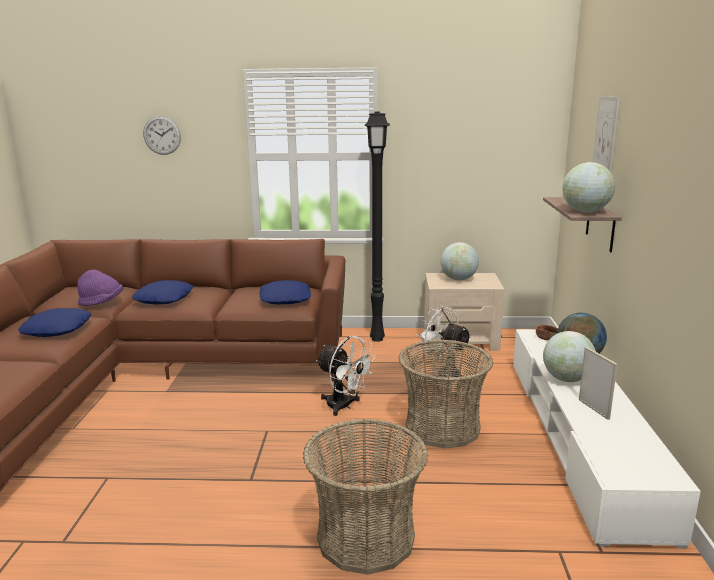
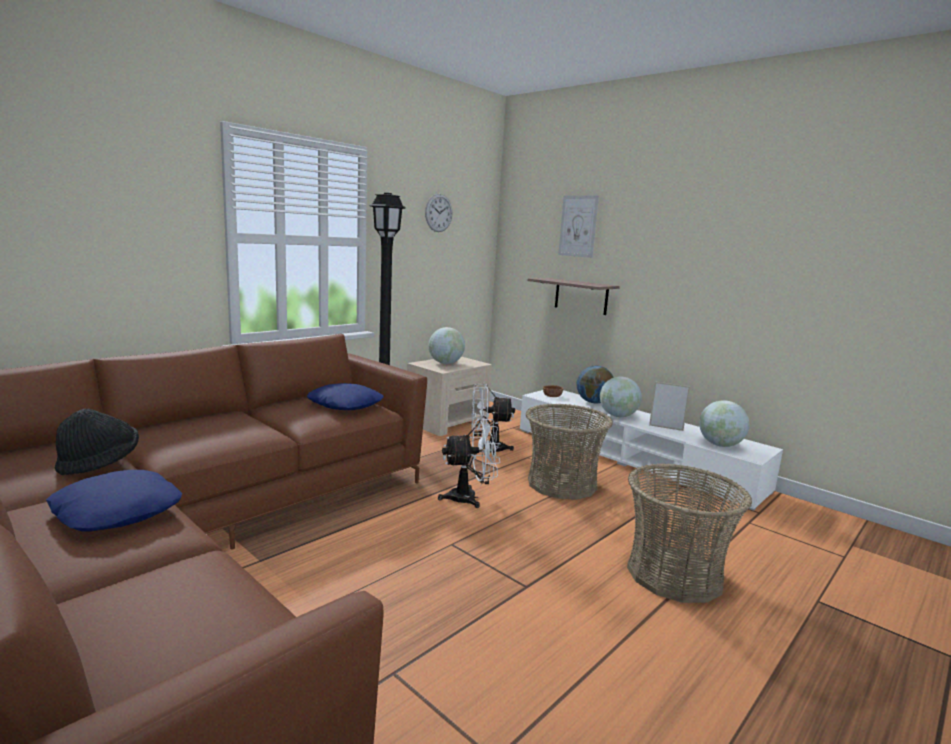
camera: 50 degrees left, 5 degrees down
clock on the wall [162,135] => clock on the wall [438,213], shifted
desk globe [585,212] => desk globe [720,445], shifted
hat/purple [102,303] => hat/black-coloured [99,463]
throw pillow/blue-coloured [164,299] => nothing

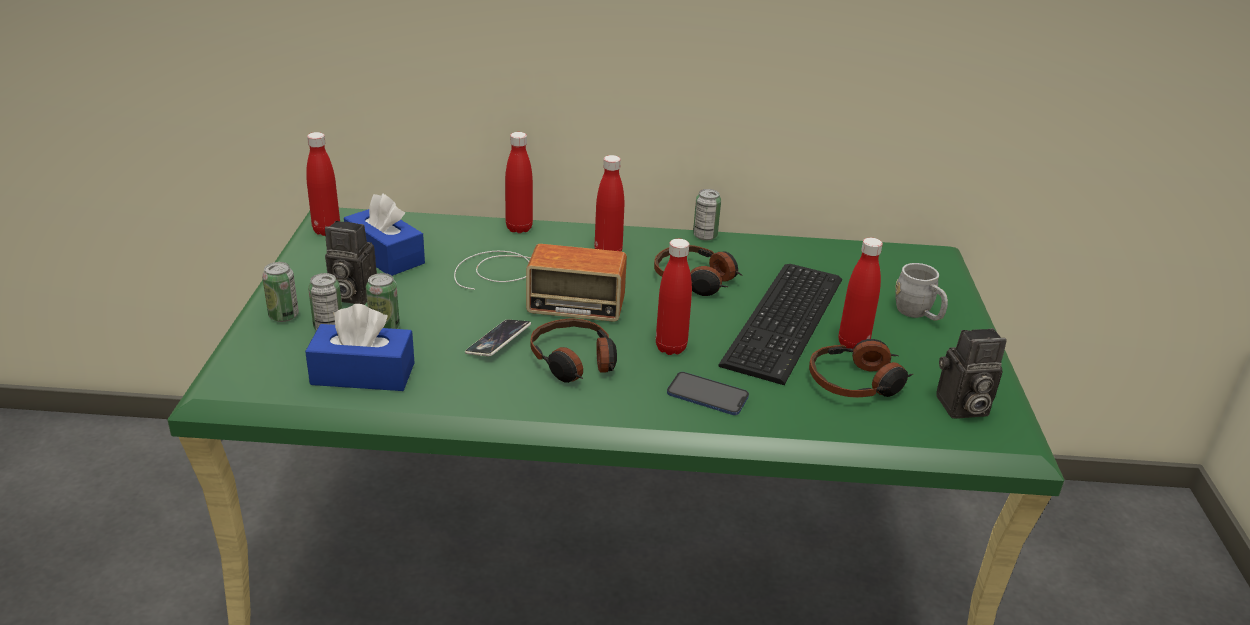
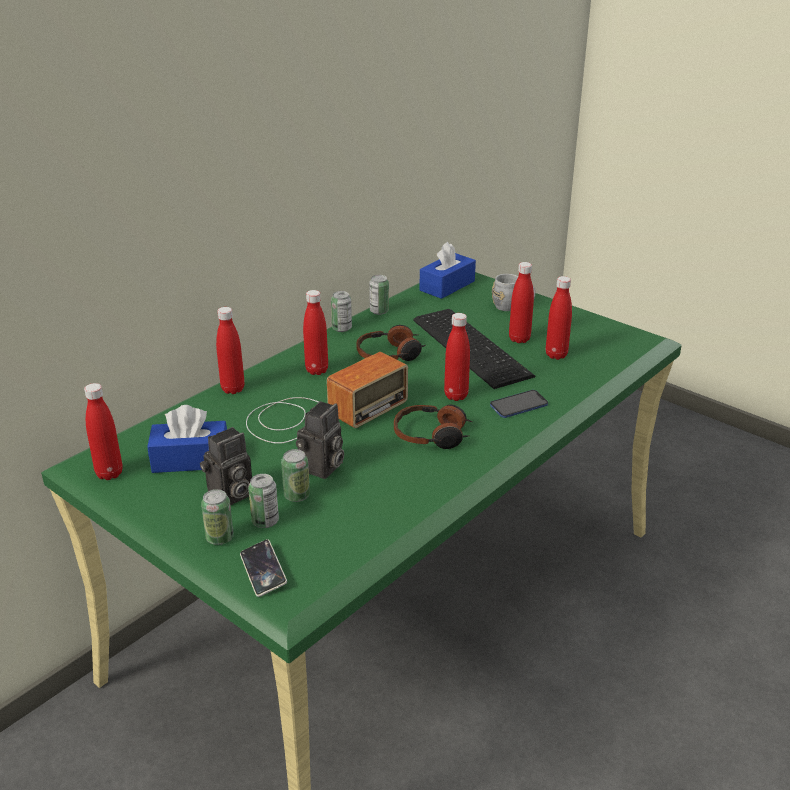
camera: 50 degrees left, 0 degrees up
tissue holder/blue-coloured [363,374] => tissue holder/blue-coloured [447,286], shifted
phone [498,342] => phone [263,571], shifted
photo camera [961,407] => photo camera [322,468], shifted
headphones [857,383] => drink bottle/reddish [556,355]
nothing => sealed can [379,311]

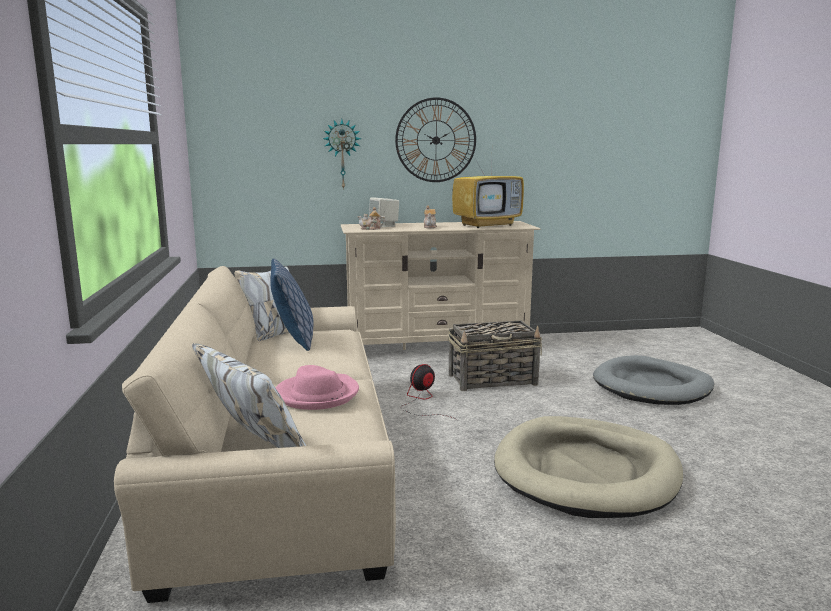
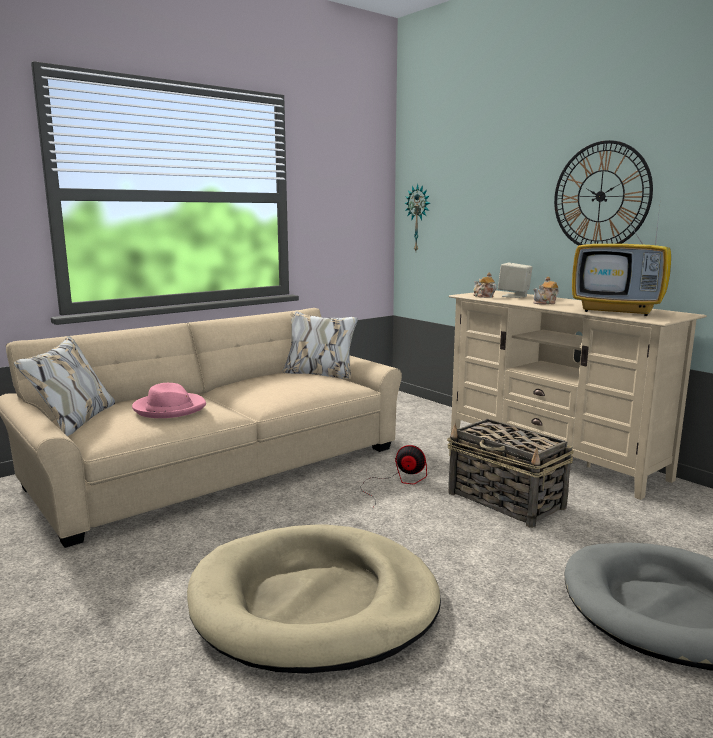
camera: 60 degrees right, 0 degrees up
clock on the wall [342,154] => clock on the wall [418,218], shifted
throw pillow [293,340] => nothing

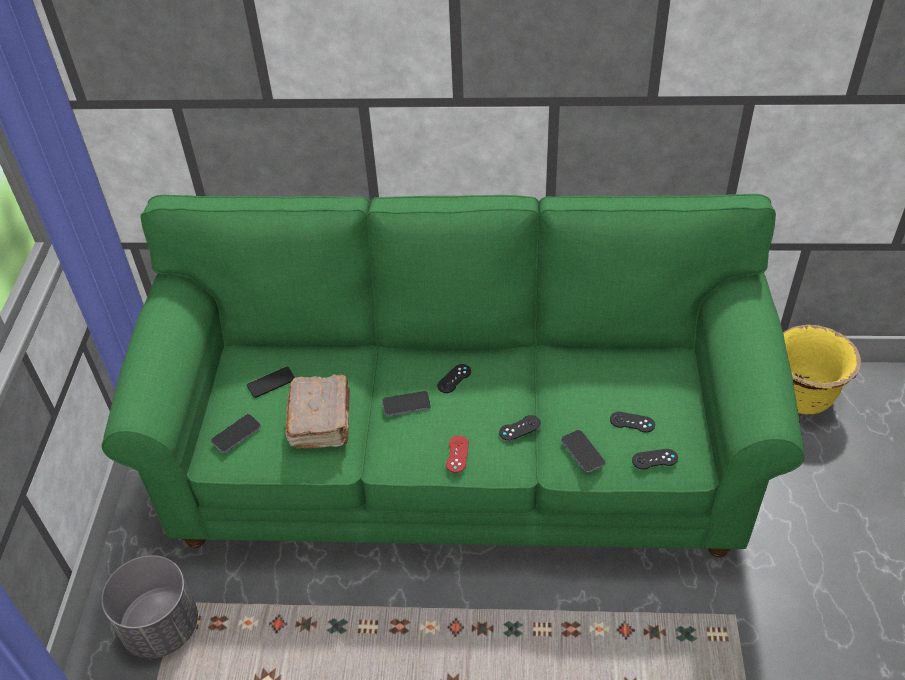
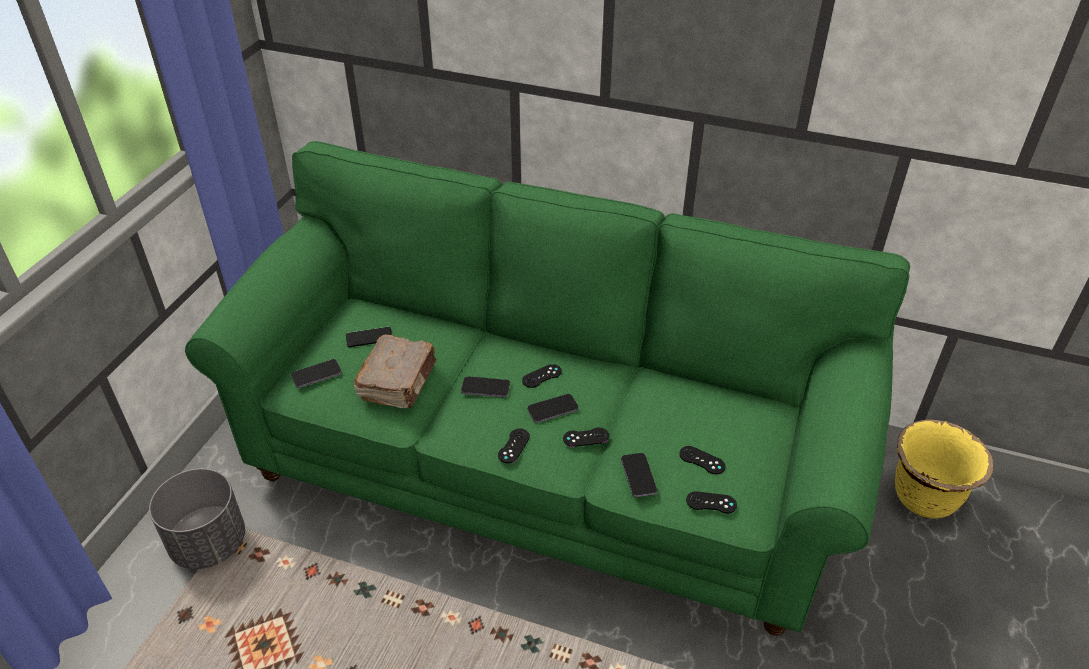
camera: 15 degrees right, 5 degrees down
game controller/reddish [457,454] => game controller/black-coloured [514,446]
nothing => phone [552,409]

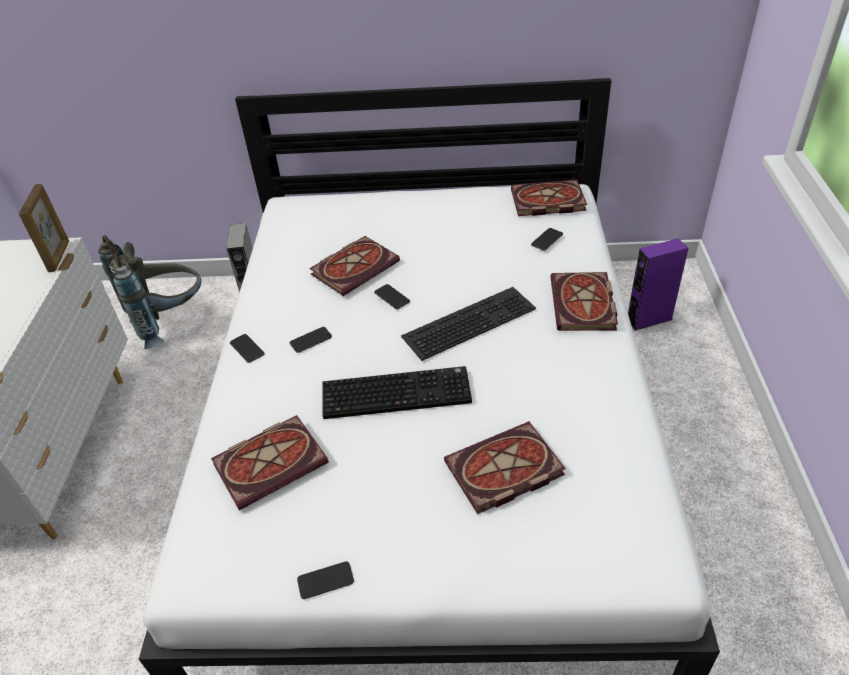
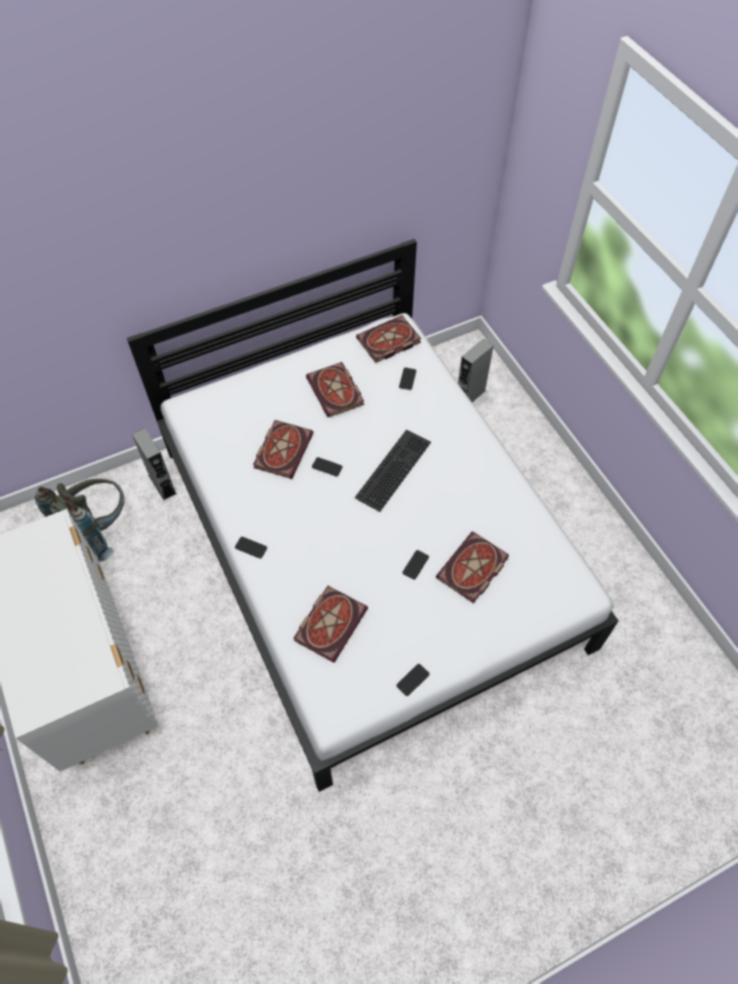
camera: 30 degrees left, 15 degrees up
picture frame [59,256] => nothing
loudspeaker/purple [649,319] => loudspeaker/grey [470,396]
book [584,306] => book [337,392], shifted
phone [311,340] => phone [415,565], shifted
PC keyboard [397,392] => nothing

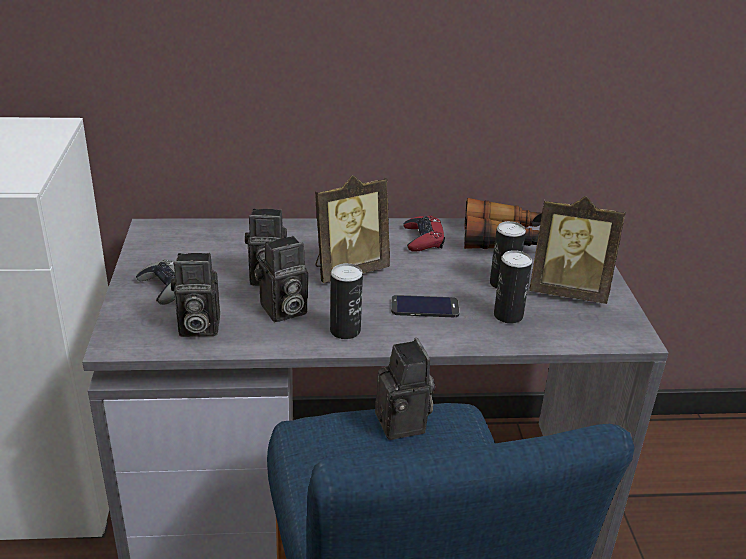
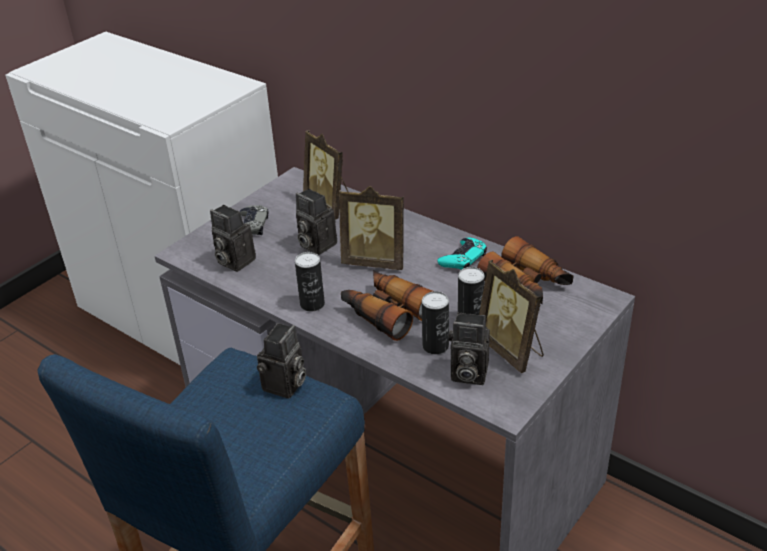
camera: 45 degrees right, 5 degrees up
game controller/reddish [423,239] => game controller/blue-green [463,259]
photo camera [282,311] => photo camera [467,374], shifted
phone [424,307] => pair of binoculars [386,312]
nothing => picture frame [331,205]

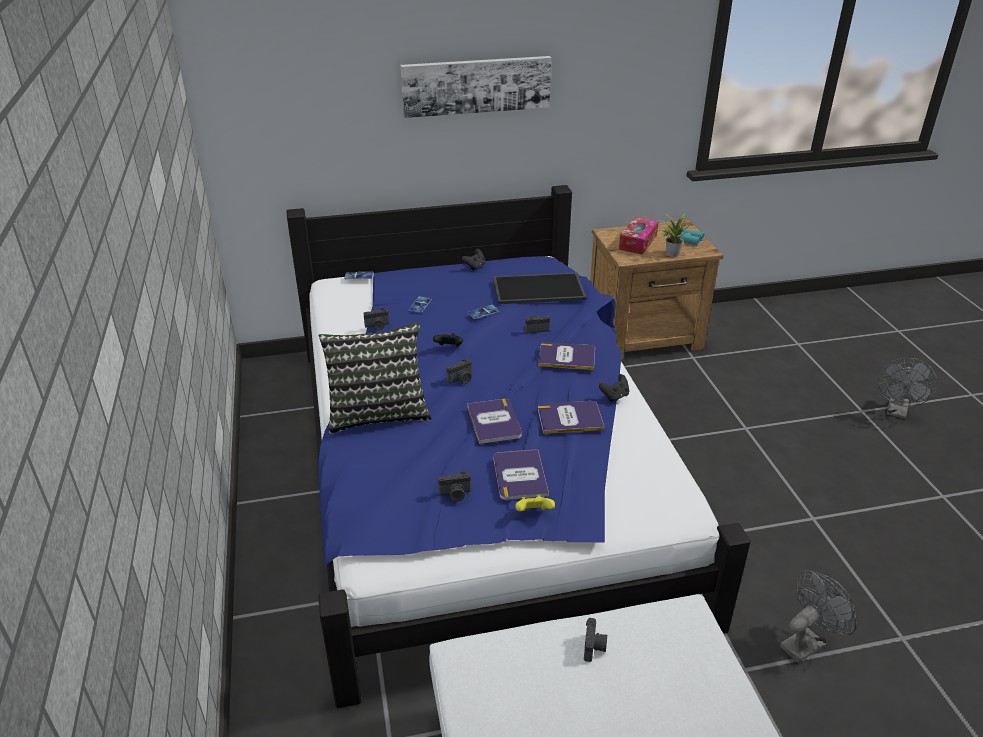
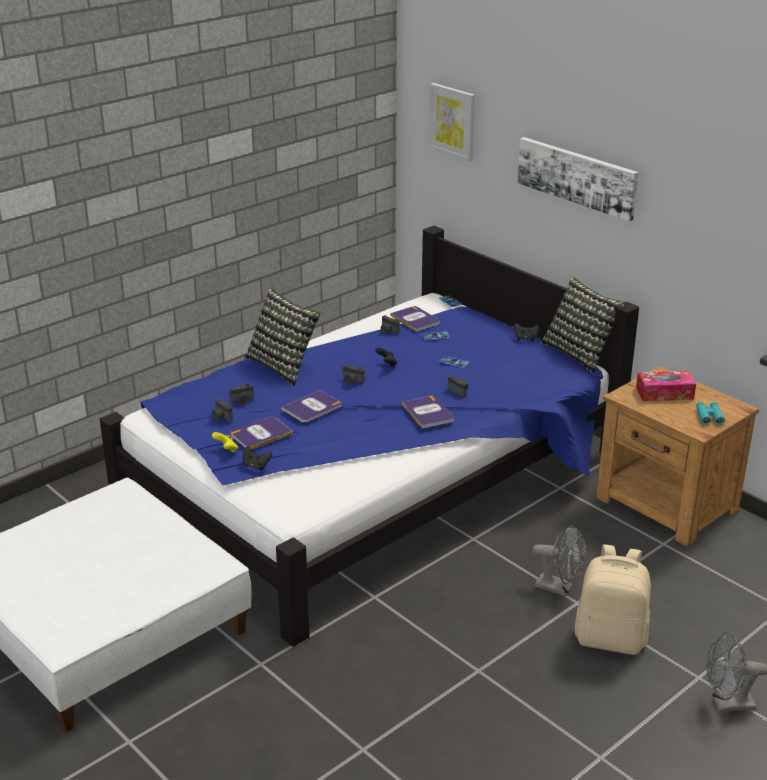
camera: 60 degrees right, 5 degrees down
potted plant [670,253] => nothing
serving tray [539,288] => nothing
game controller/black-coloured [614,396] => game controller/black-coloured [256,466], shifted
book [570,418] => book [415,319], shifted
fan/grey [807,642] => fan/grey [559,588], shifted
photo camera [594,647] => photo camera [242,401], shifted
nothing => wall picture [452,121]
nothing => throw pillow [580,353]
nothing => backpack/beige [610,638]

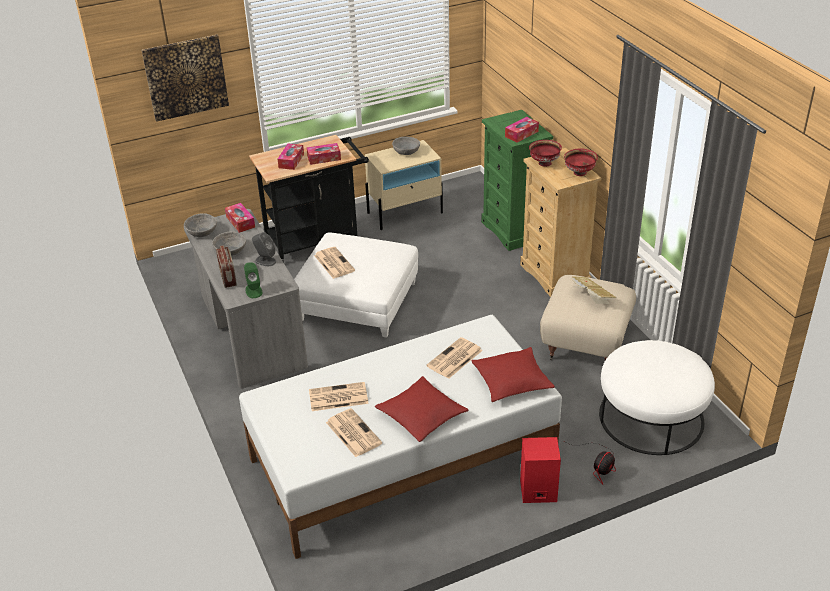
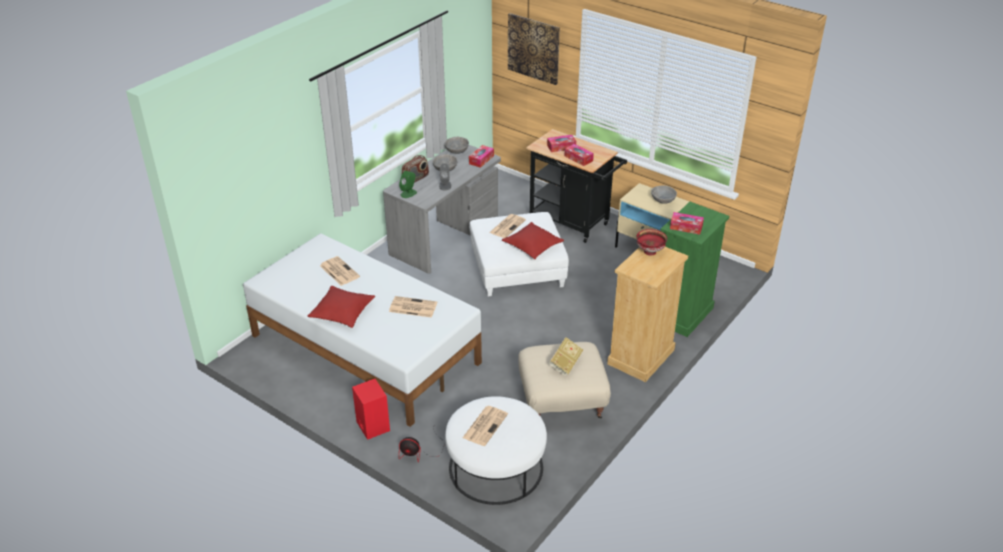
camera: 60 degrees right, 0 degrees up
deep dish/reddish [579,173] => nothing
throw pillow/reddish [512,381] => throw pillow/reddish [532,246], shifted
newspaper [352,432] => newspaper [485,425], shifted

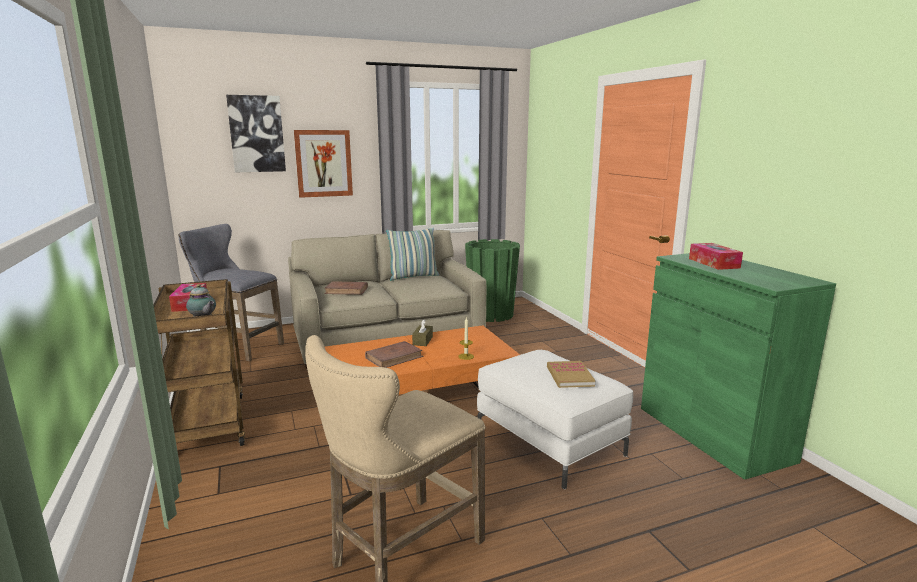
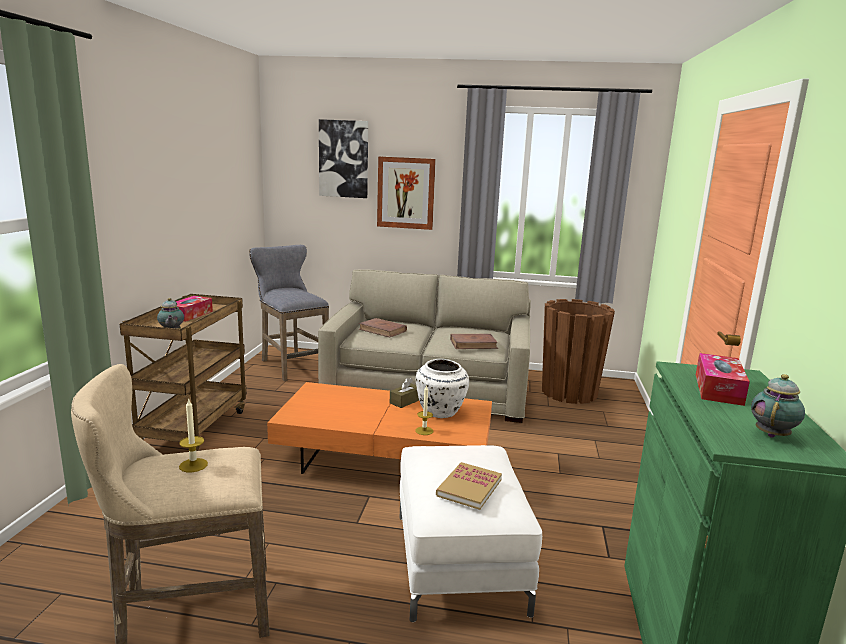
camera: 30 degrees right, 0 degrees up
throw pillow [413,277] => nothing
flower pot/green-coloured [491,314] => flower pot/brownish [569,392]
book/brownish [394,357] => book/brownish [473,344], shifted
nothing => decorative vase/white-coloured [440,412]
nothing => tea pot [772,434]
nothing => wax candle [193,465]

